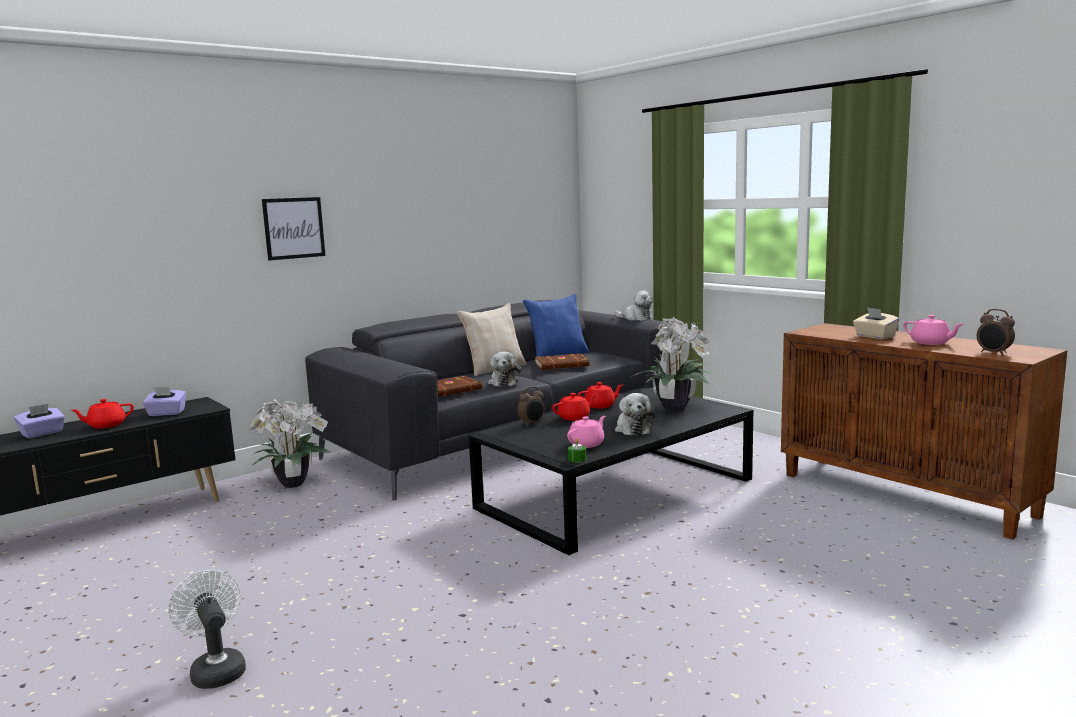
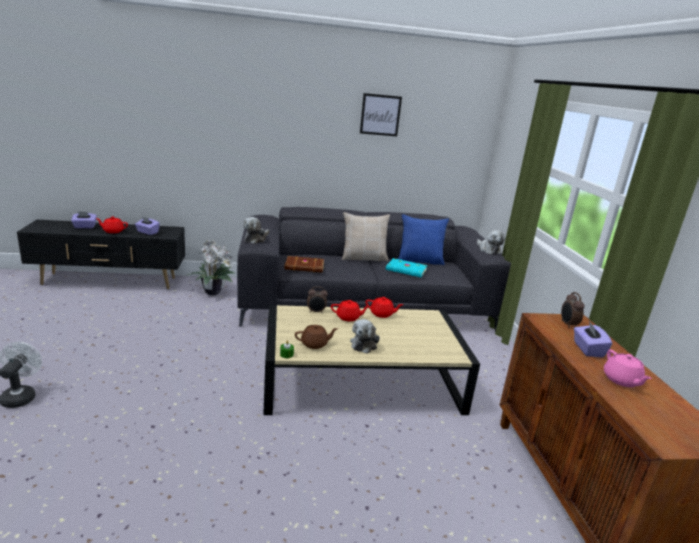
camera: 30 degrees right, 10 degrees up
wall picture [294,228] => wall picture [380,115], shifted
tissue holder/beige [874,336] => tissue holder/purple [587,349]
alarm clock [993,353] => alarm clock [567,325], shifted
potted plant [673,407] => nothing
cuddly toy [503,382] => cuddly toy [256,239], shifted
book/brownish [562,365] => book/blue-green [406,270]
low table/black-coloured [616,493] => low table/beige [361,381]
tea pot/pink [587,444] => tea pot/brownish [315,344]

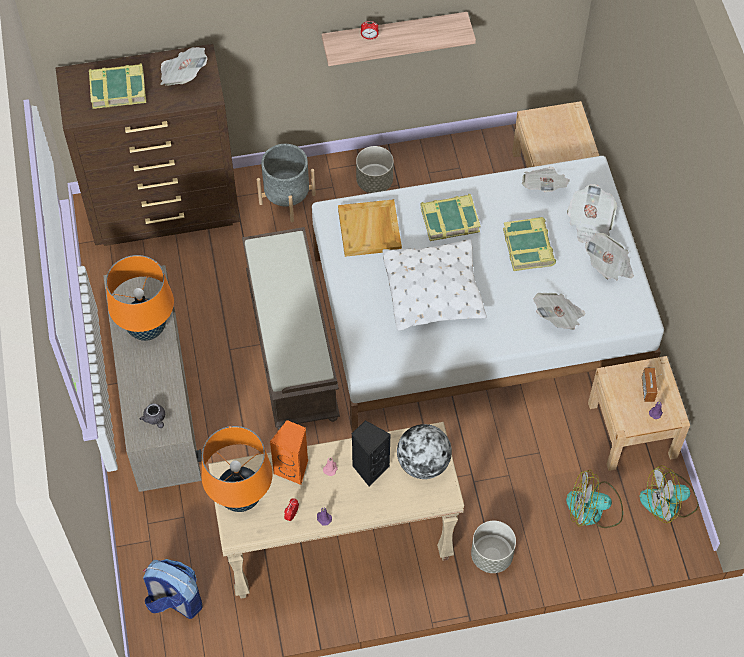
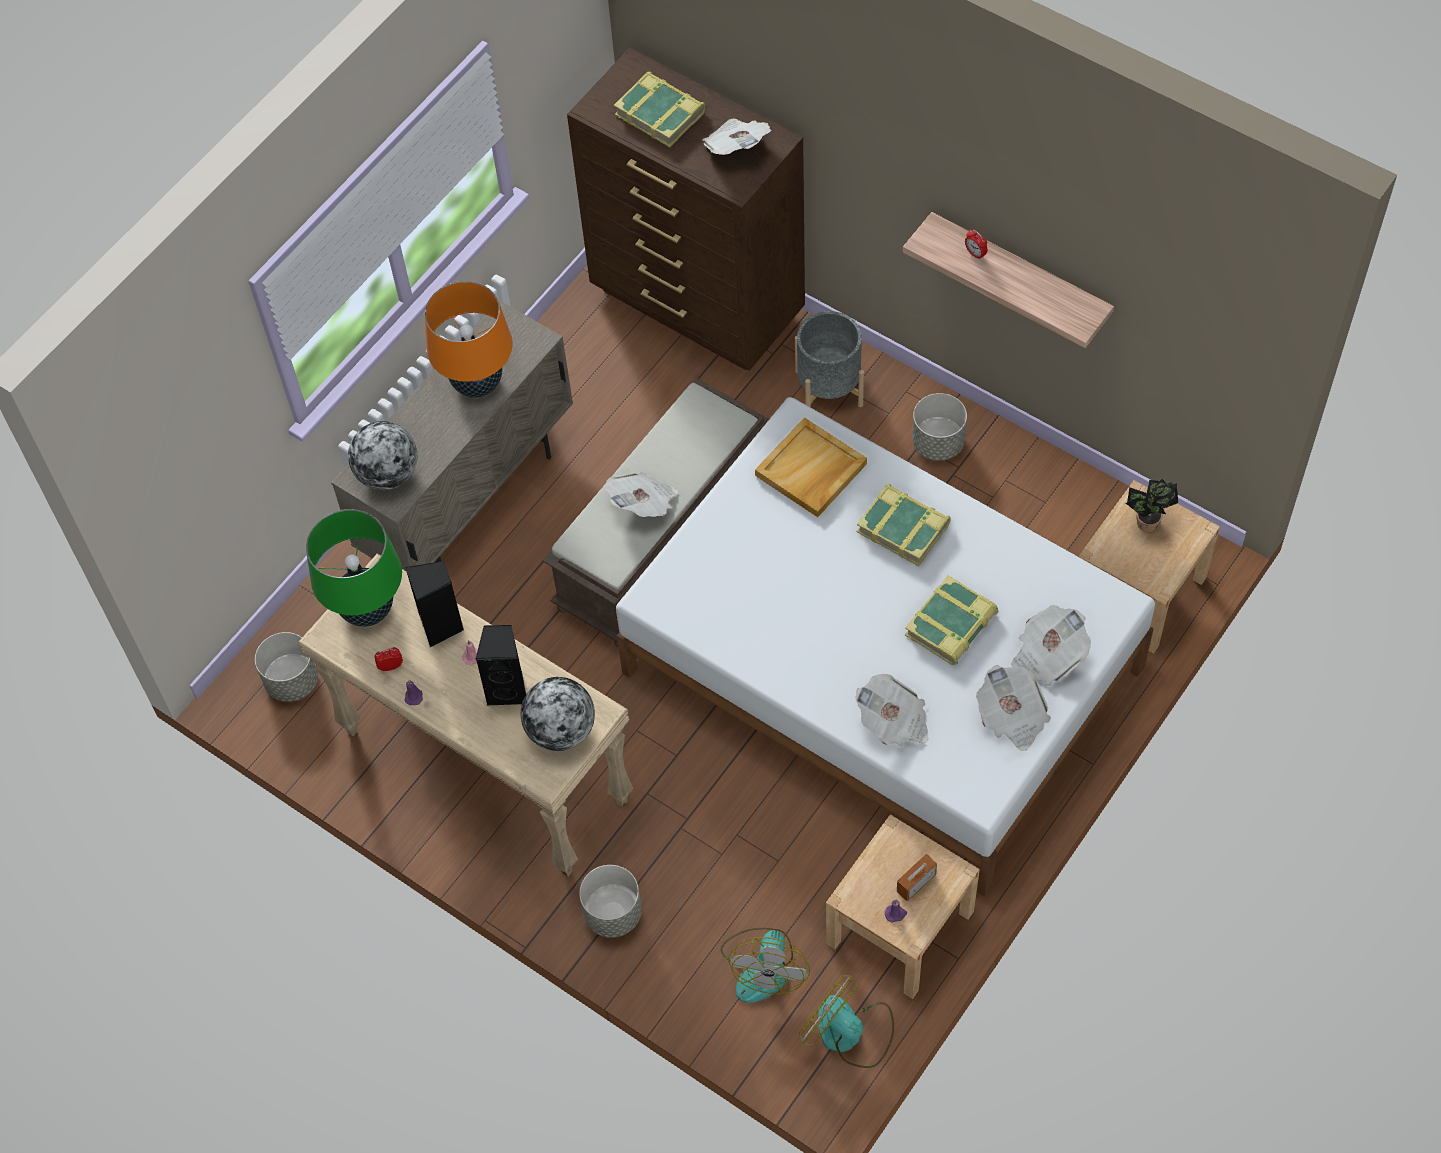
camera: 50 degrees right, 0 degrees up
newspaper [544,187] => newspaper [644,504], shifted
throw pillow/white-coloured [434,291] => nothing
tea pot/grey [155,419] => desk globe [388,474]
loudspeaker/orange [293,468] => loudspeaker/black-coloured [442,626]
tabletop lamp/orange [240,497] => tabletop lamp/green-coloured [367,609]
fan [593,509] => fan [764,966], 135 degrees counterclockwise
backpack [175,601] => flower pot/grey [292,681]
nothing => potted plant [1146,526]

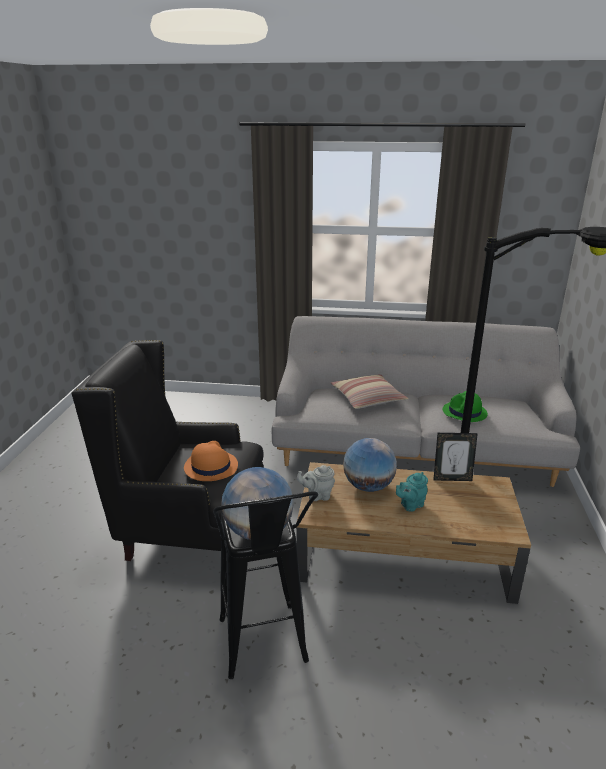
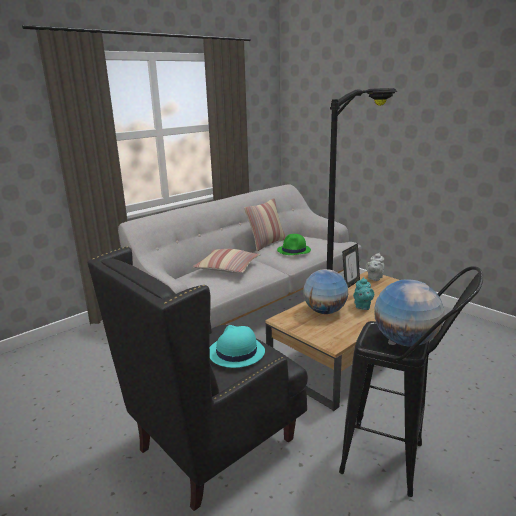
camera: 50 degrees left, 5 degrees down
hat/orange [210,466] => hat/blue-green [236,352]
tea pot/grey [317,495] => tea pot/grey [374,278], shifted
nothing => throw pillow [266,244]

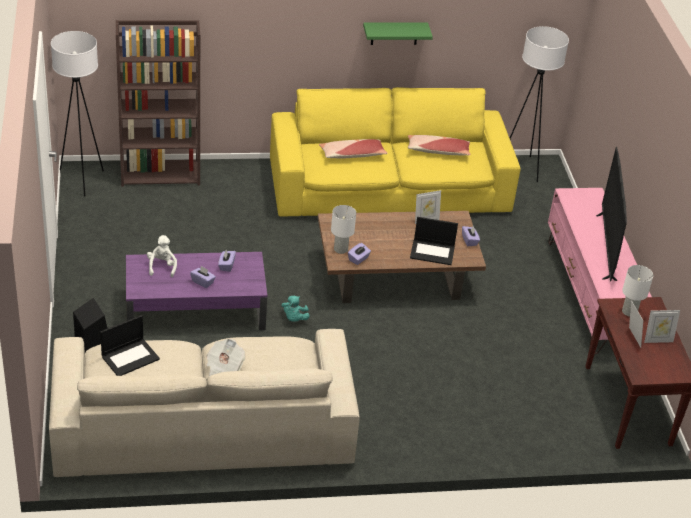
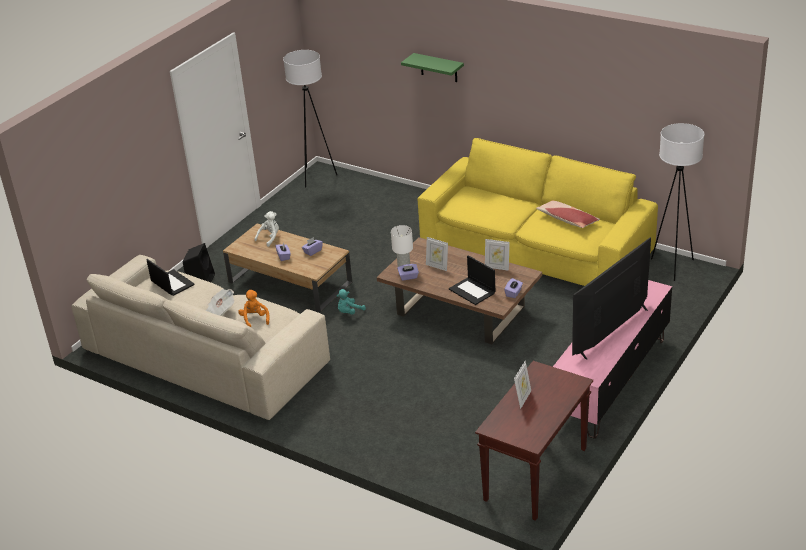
camera: 45 degrees right, 5 degrees down
bookshelf/brownish [161,173] => nothing
bracket shelf/green-coloured [394,33] => bracket shelf/green-coloured [438,68], shifted
throw pillow [352,155] => nothing
low table/purple [194,309] => low table/brownish [289,282]
tabletop lamp/white-coloured [629,311] => nothing
picture frame [657,340] => picture frame [437,266], shifted
laptop [130,357] => laptop [172,283], 135 degrees counterclockwise
nothing => cuddly toy/orange [254,319]

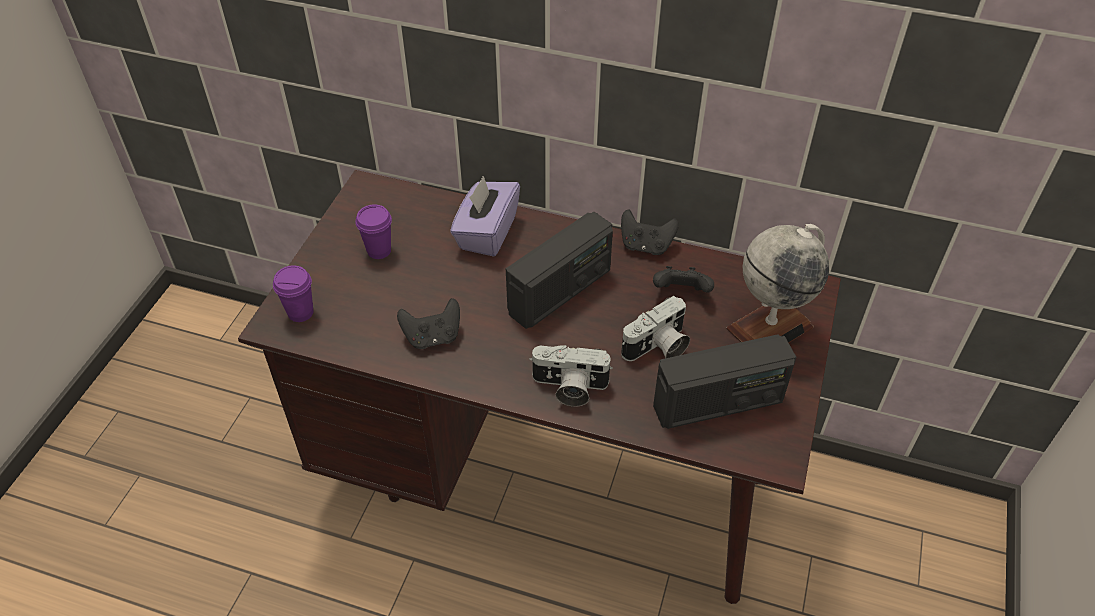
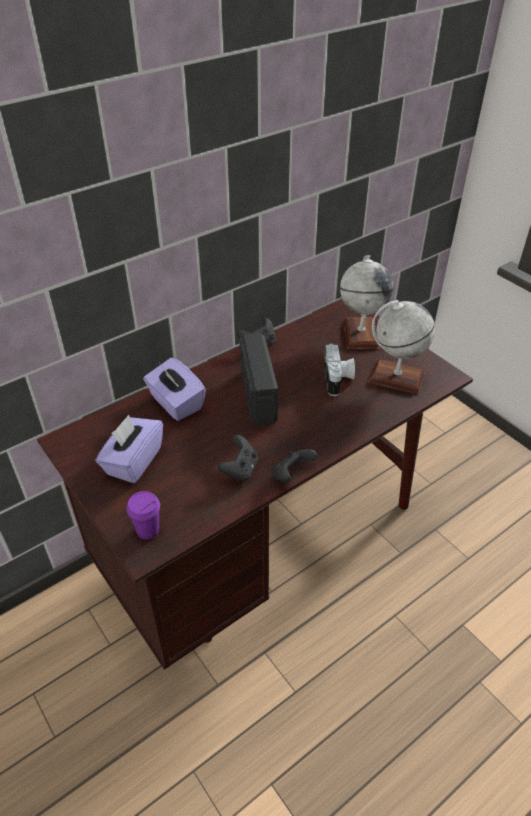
camera: 55 degrees left, 5 degrees down
small cup/purple [379,250] => tissue holder/purple [133,461]
game controller/black-coloured [681,293] => game controller/black-coloured [291,475], shifted
radio set [718,403] => desk globe [396,378]
photo camera [569,388] => nothing

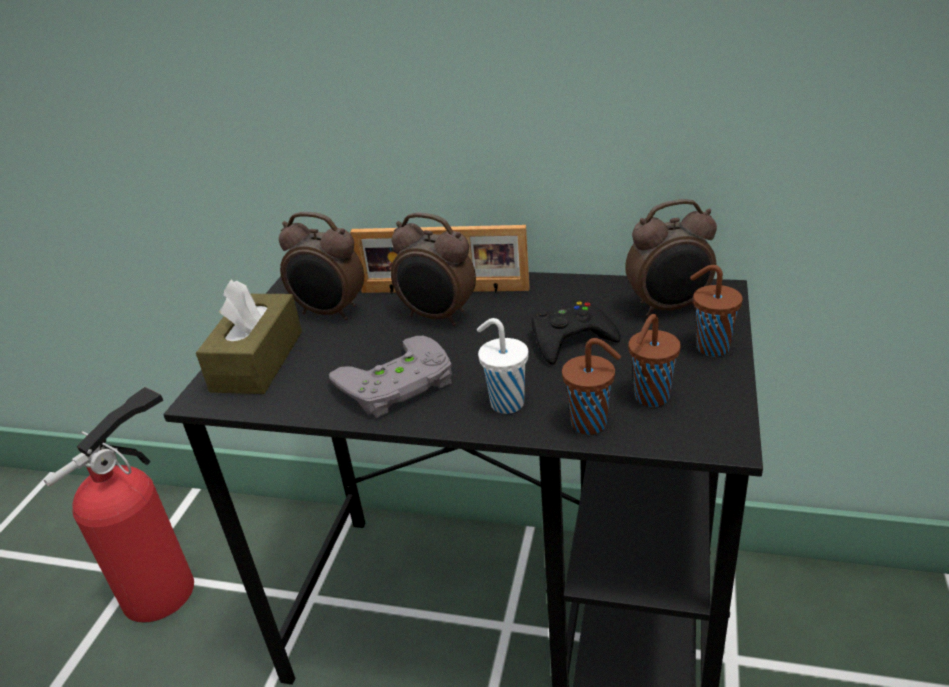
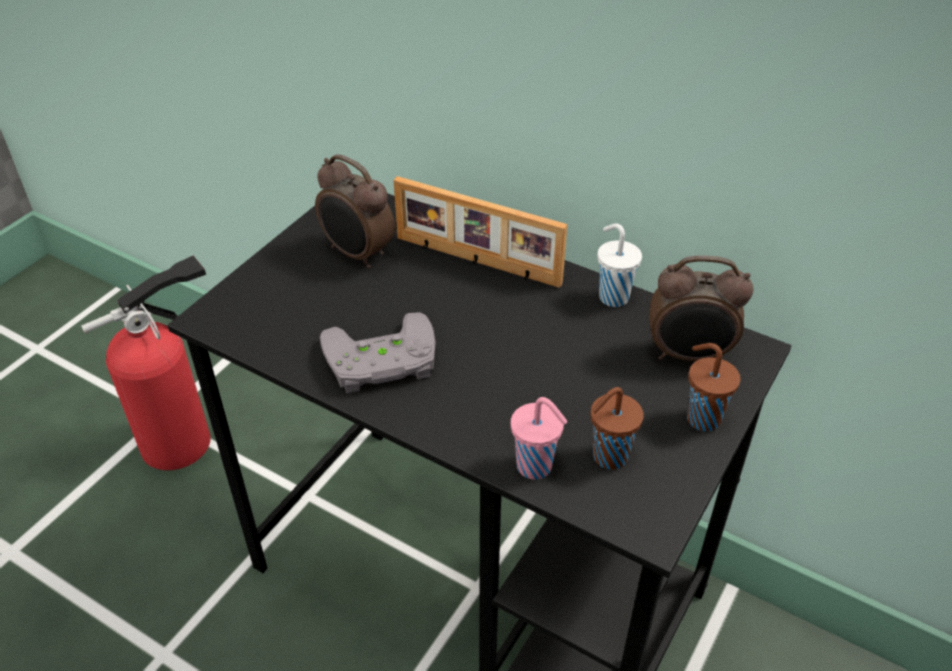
camera: 15 degrees right, 10 degrees up
alarm clock [437,317] => nothing
tissue holder/brownish [257,361] => nothing
game controller/black-coloured [570,339] => nothing
small cup/white-coloured [505,403] => small cup/white-coloured [612,296], shifted
small cup/brownish [591,424] => small cup/pink [536,467]

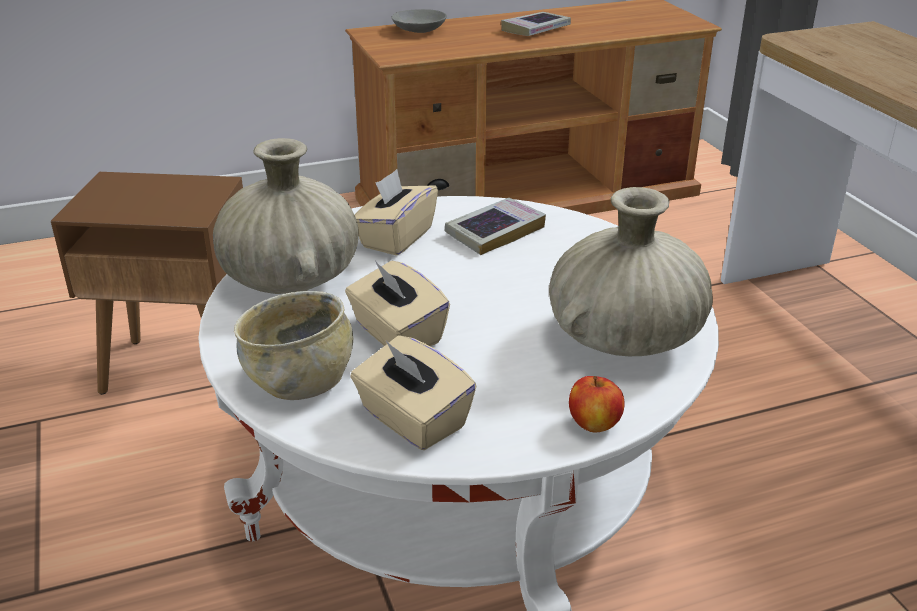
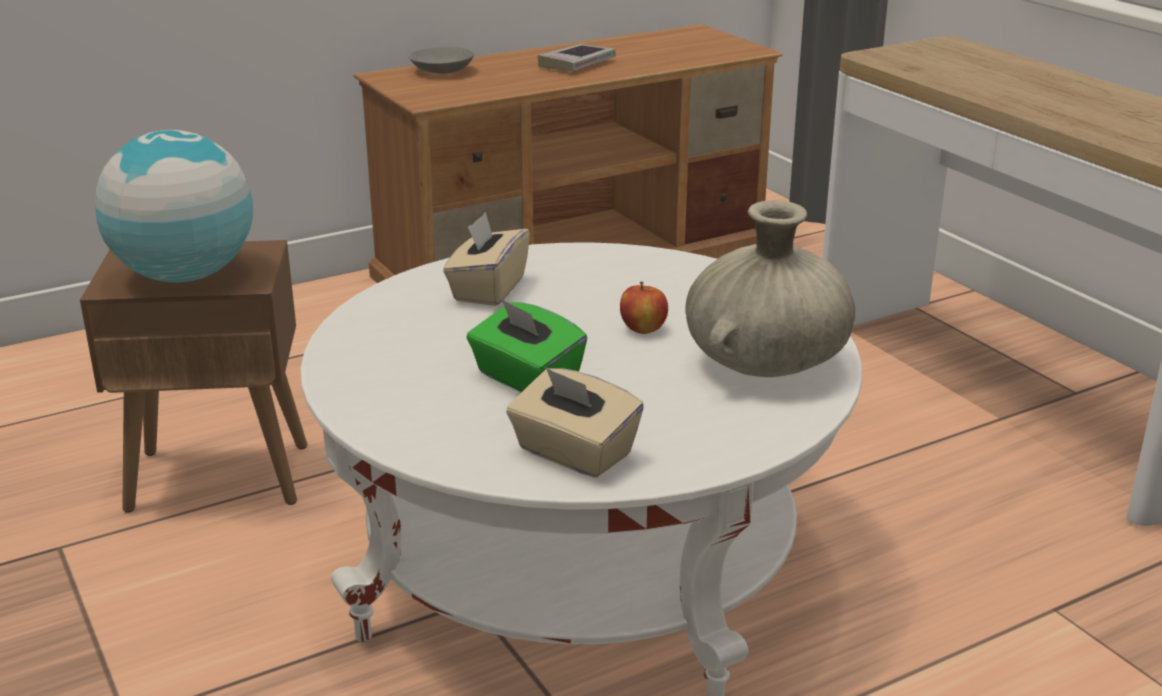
camera: 10 degrees left, 5 degrees down
decorative vase/beige [291,279] => nothing
book [495,232] => nothing
tissue holder/beige [397,334] => tissue holder/green-coloured [526,379]
deep dish/beige [300,380] => nothing
apple [594,424] => apple [643,329], shifted
nothing => desk globe [184,276]

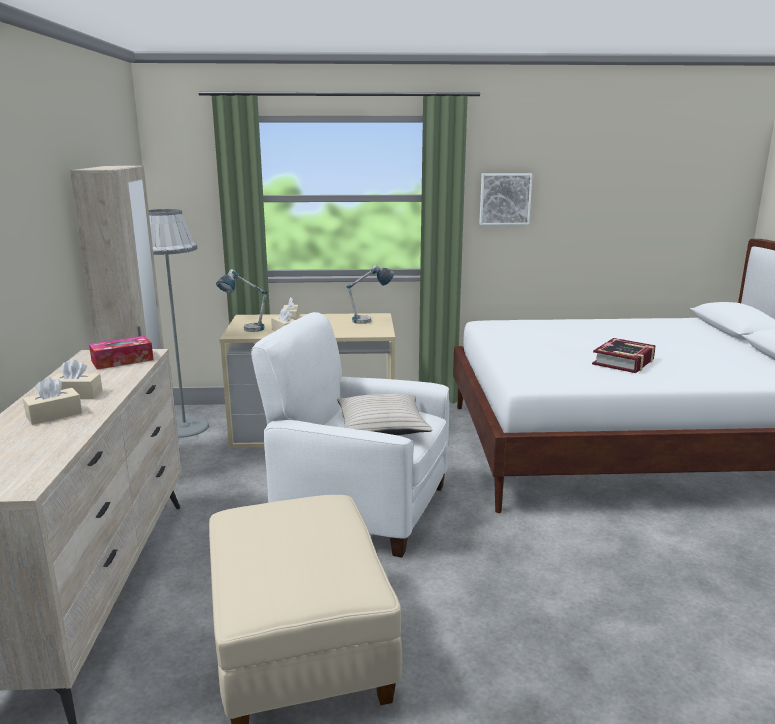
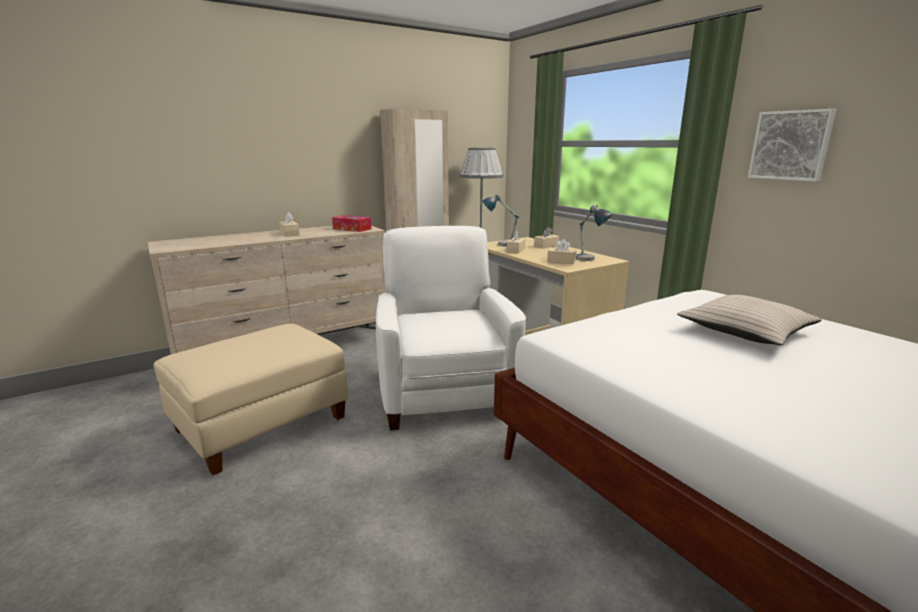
camera: 60 degrees right, 0 degrees up
book [624,362] => nothing
tissue holder/beige [54,415] => tissue holder/beige [561,261], shifted
throw pillow/beige [381,426] => throw pillow/beige [746,331], shifted

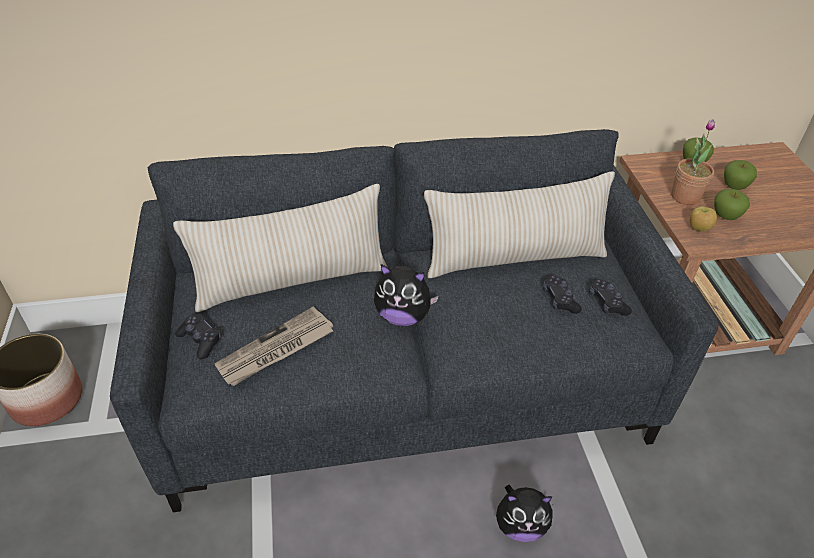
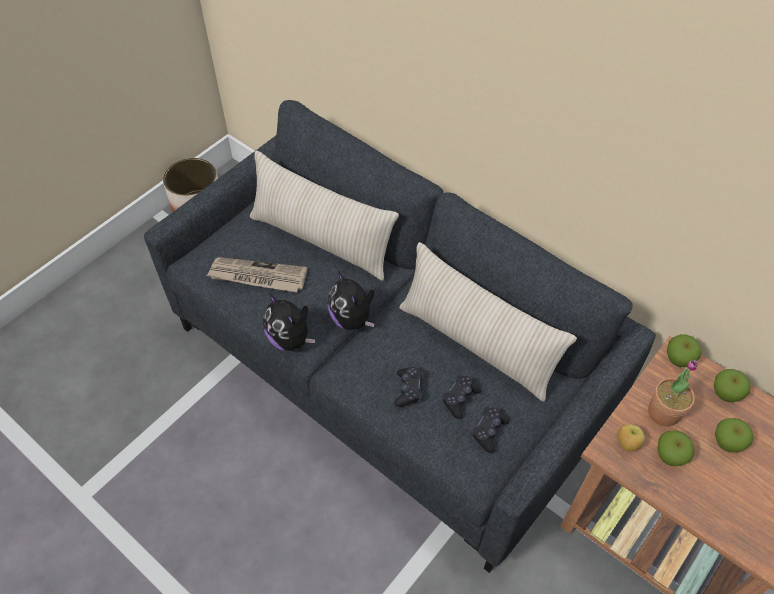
camera: 50 degrees right, 10 degrees up
game controller/black-coloured [200,340] => game controller/black-coloured [408,389], shifted
cuddly toy [520,525] => cuddly toy [290,339], shifted
nothing => apple [678,359]

